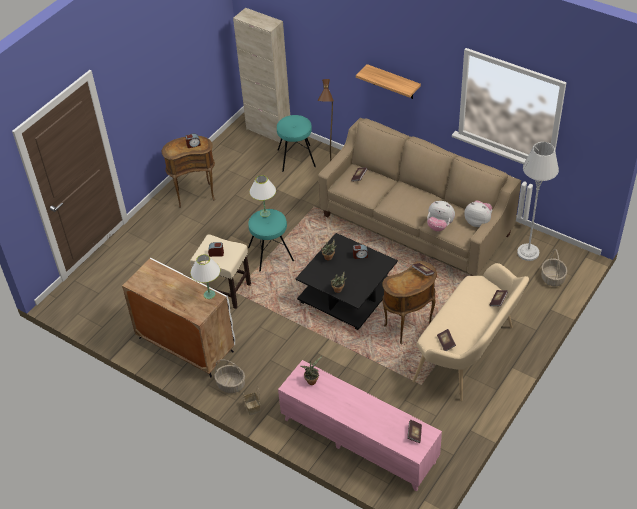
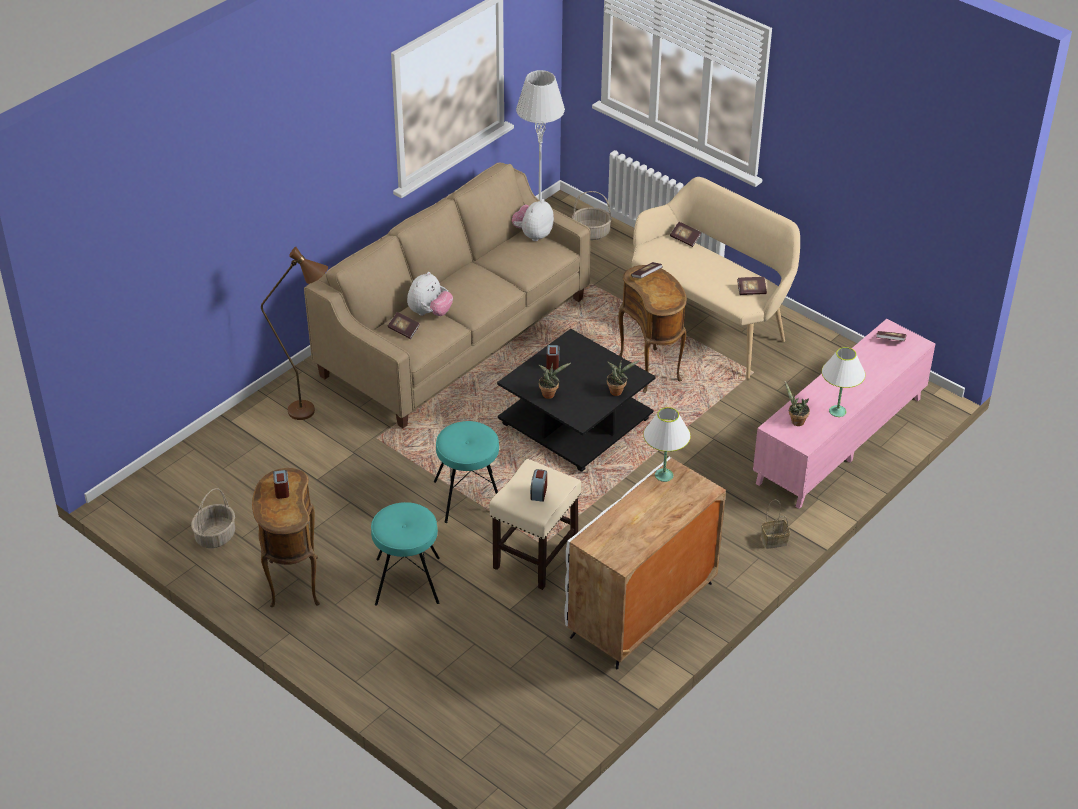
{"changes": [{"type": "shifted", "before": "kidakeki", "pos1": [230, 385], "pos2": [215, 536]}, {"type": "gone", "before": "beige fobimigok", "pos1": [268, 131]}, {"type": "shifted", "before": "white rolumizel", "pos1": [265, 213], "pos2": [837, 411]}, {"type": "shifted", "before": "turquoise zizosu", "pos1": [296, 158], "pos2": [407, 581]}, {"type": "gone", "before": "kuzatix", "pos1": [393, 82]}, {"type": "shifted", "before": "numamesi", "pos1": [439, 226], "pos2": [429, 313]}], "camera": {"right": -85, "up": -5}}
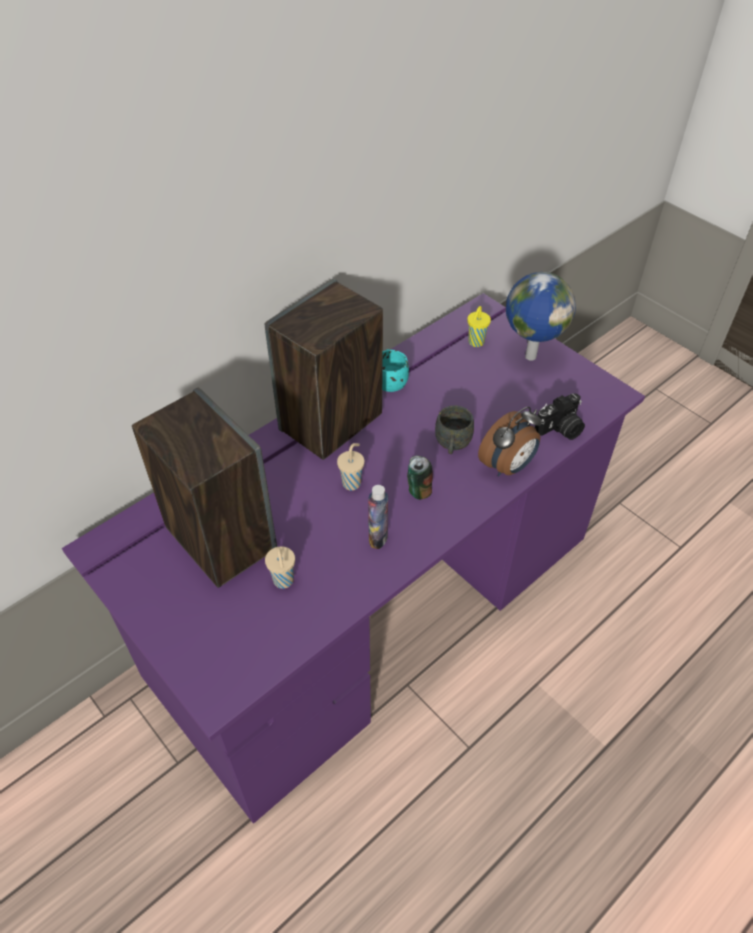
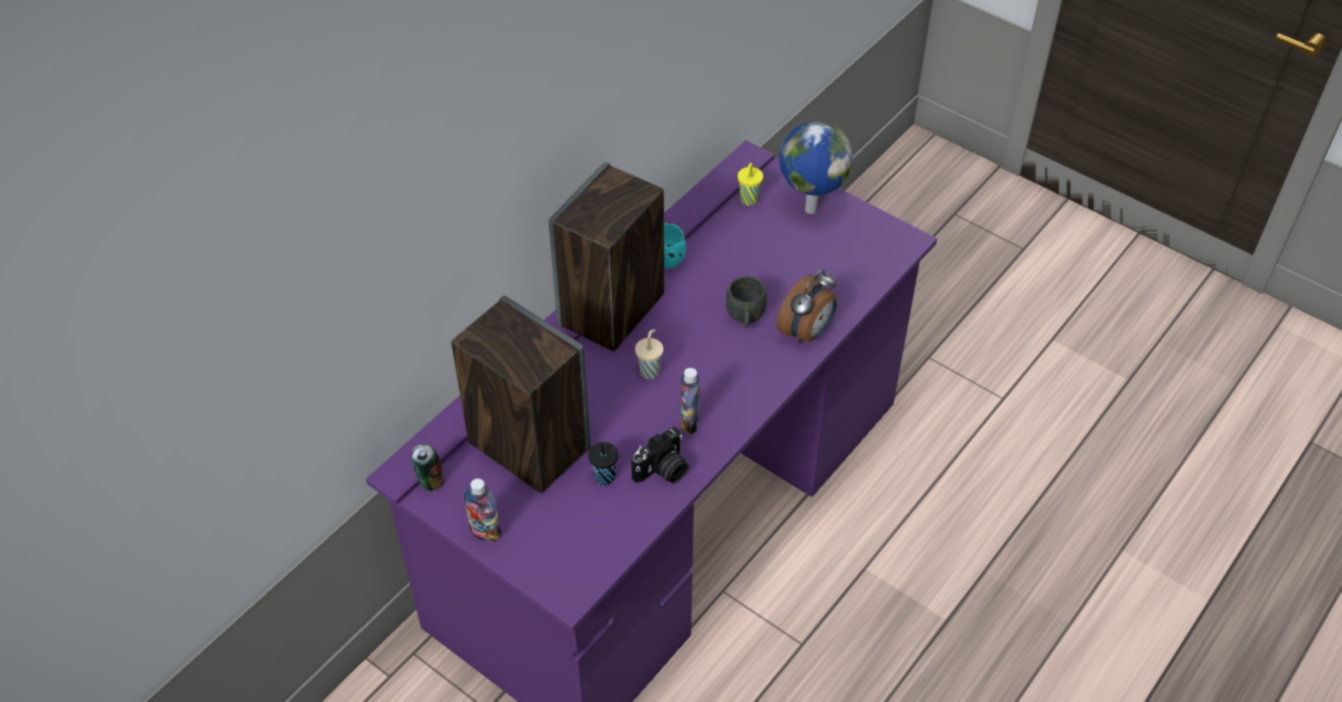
{"changes": [{"type": "repainted", "before": "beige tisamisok", "after": "black tisamisok", "pos1": [283, 581], "pos2": [605, 478]}, {"type": "shifted", "before": "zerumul", "pos1": [418, 491], "pos2": [430, 481]}, {"type": "shifted", "before": "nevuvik", "pos1": [560, 429], "pos2": [663, 470]}, {"type": "new", "after": "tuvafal", "pos2": [485, 532]}], "camera": {"right": -10, "up": 0}}
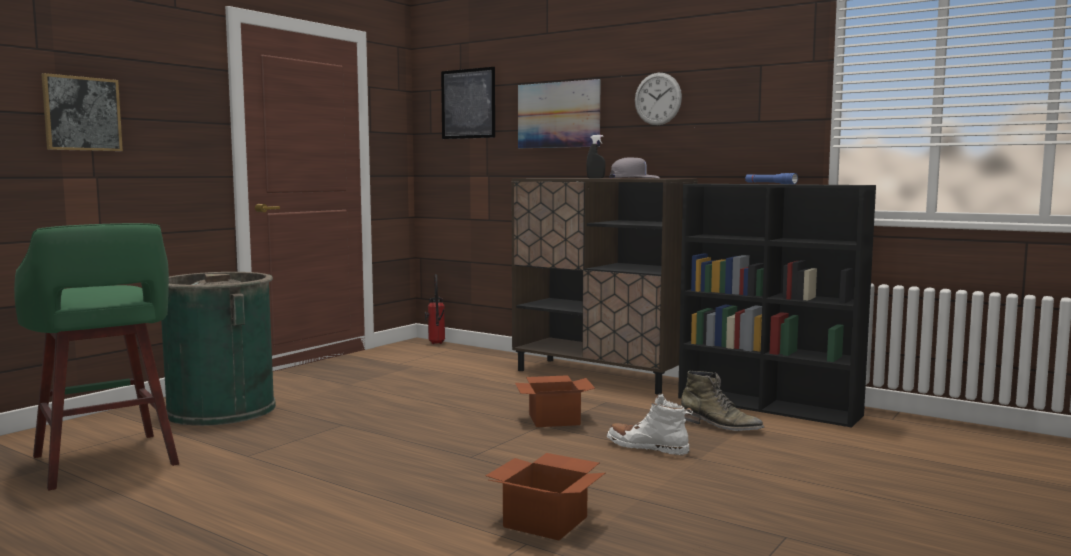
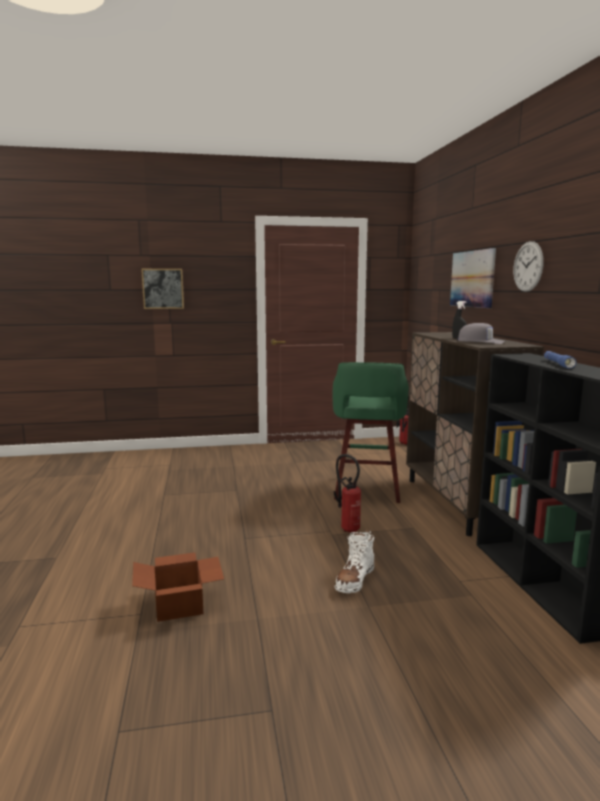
{"changes": [{"type": "shifted", "before": "green zizosu", "pos1": [105, 462], "pos2": [367, 490]}, {"type": "gone", "before": "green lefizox", "pos1": [221, 409]}, {"type": "gone", "before": "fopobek", "pos1": [468, 103]}, {"type": "swapped", "before": "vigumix", "after": "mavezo", "pos1": [555, 419], "pos2": [348, 529]}, {"type": "rotated", "before": "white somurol", "pos1": [648, 447], "pos2": [354, 579], "turn": -135}, {"type": "gone", "before": "green somurol", "pos1": [720, 426]}], "camera": {"right": 45, "up": 5}}
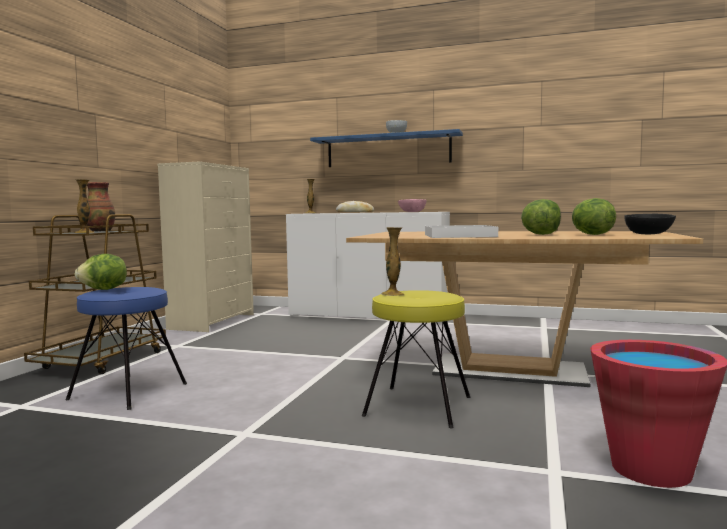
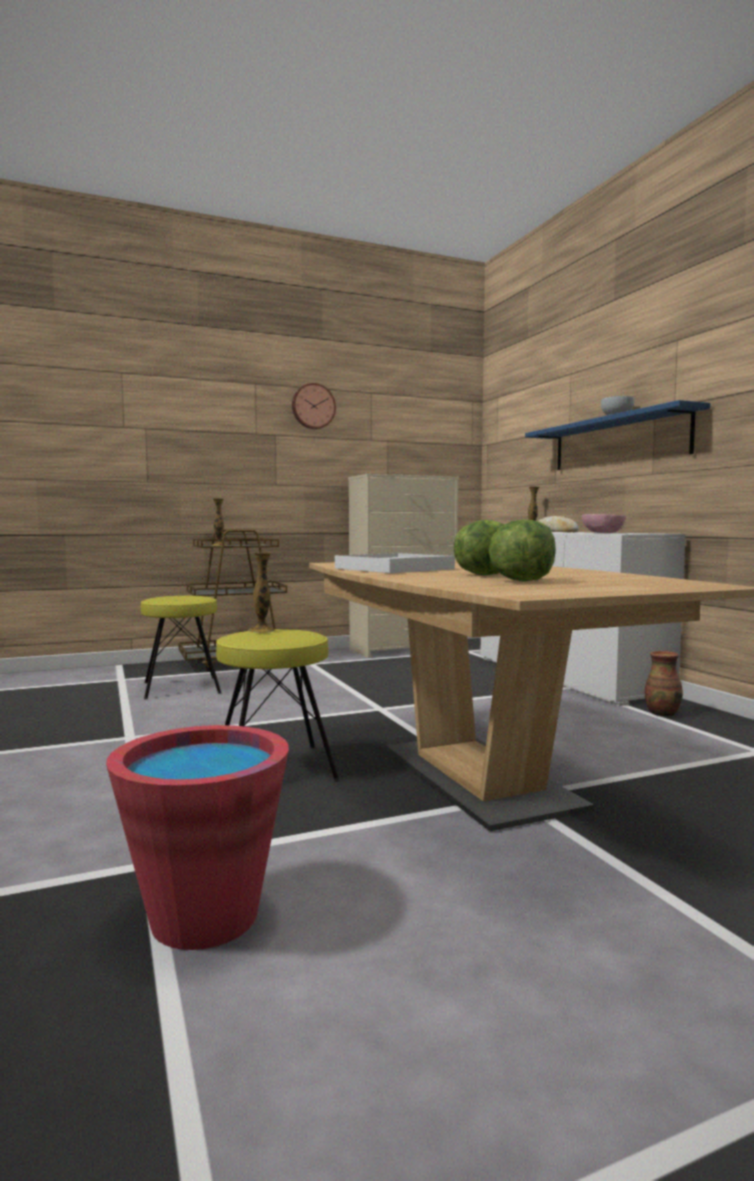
{"changes": [{"type": "repainted", "before": "blue zizosu", "after": "yellow zizosu", "pos1": [128, 391], "pos2": [182, 687]}, {"type": "gone", "before": "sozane", "pos1": [104, 290]}, {"type": "shifted", "before": "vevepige", "pos1": [101, 231], "pos2": [662, 713]}, {"type": "gone", "before": "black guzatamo", "pos1": [647, 234]}, {"type": "new", "after": "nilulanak", "pos2": [313, 406]}], "camera": {"right": 50, "up": 0}}
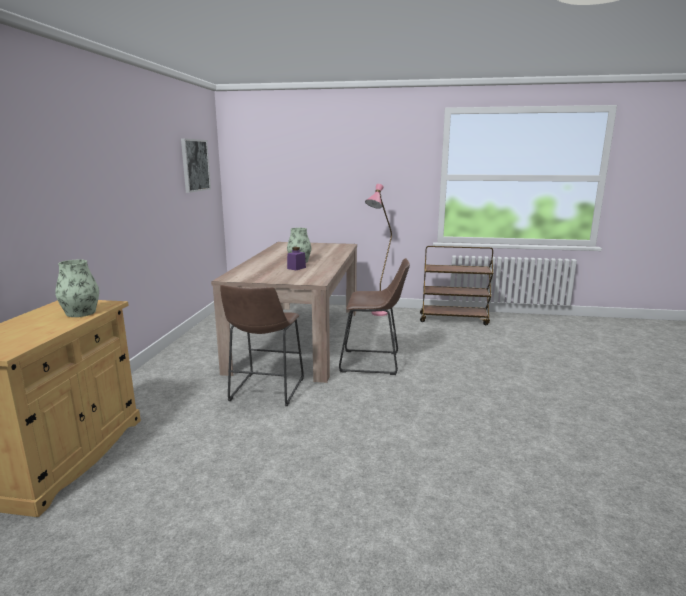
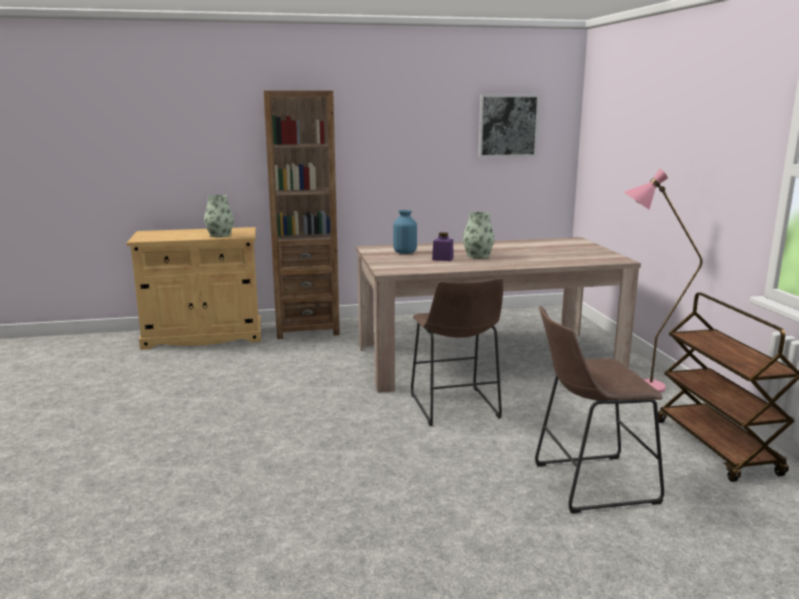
{"changes": [{"type": "shifted", "before": "brown zizosu", "pos1": [265, 391], "pos2": [587, 483]}, {"type": "new", "after": "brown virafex", "pos2": [306, 328]}, {"type": "new", "after": "blue vevepige", "pos2": [404, 253]}], "camera": {"right": 70, "up": 0}}
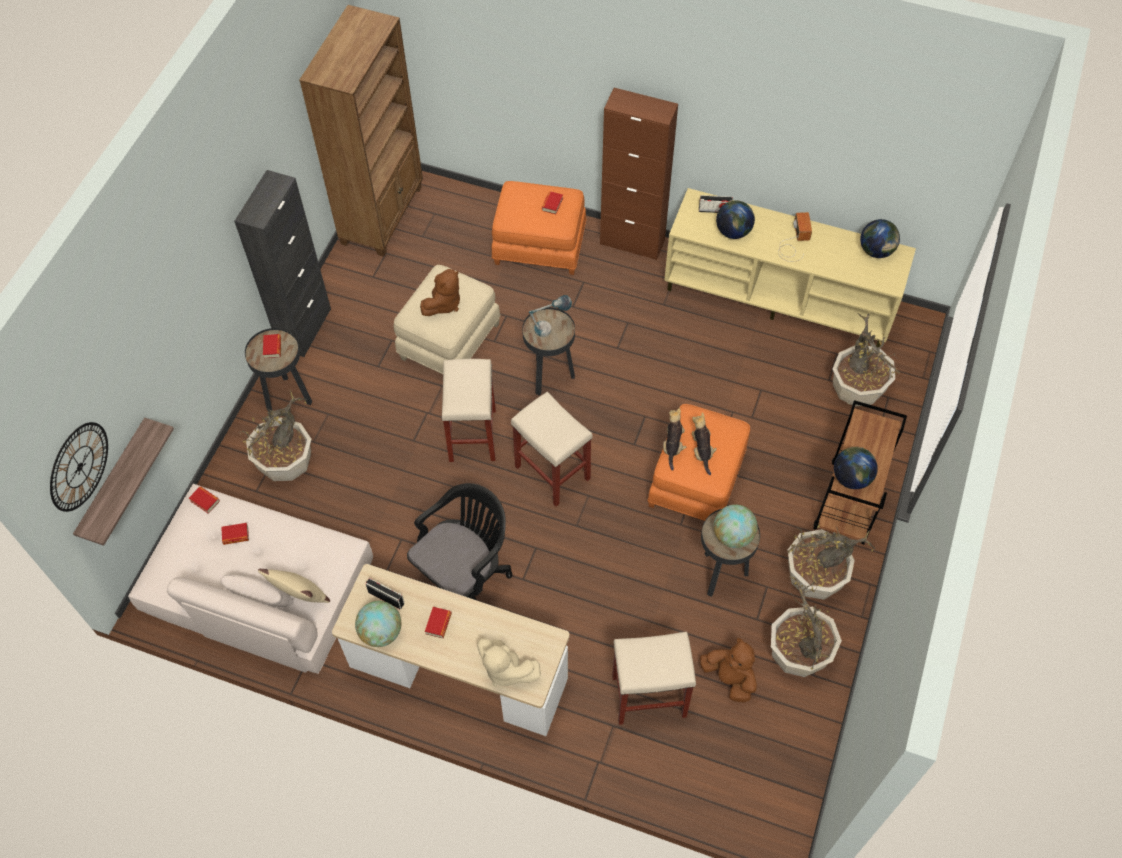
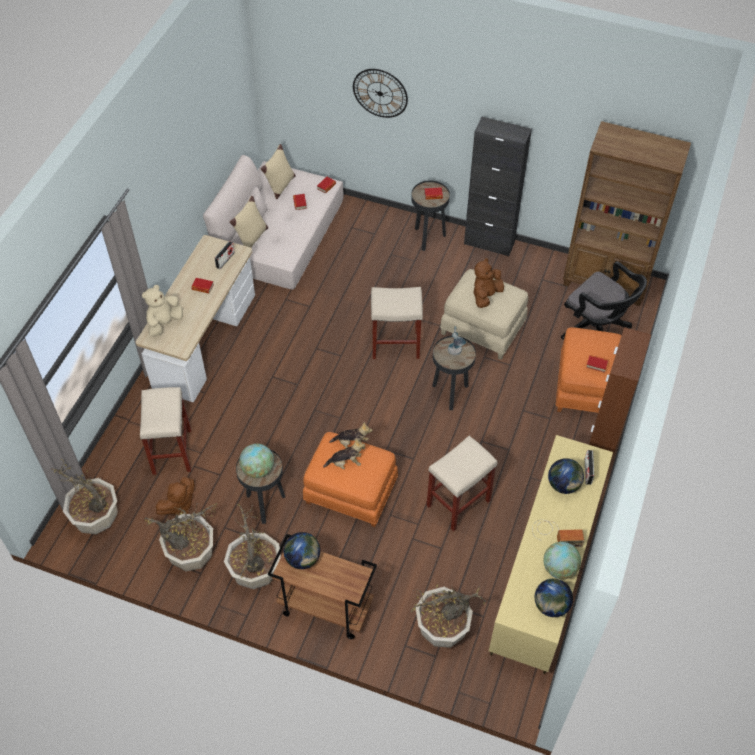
{"changes": [{"type": "shifted", "before": "nilulanak", "pos1": [79, 466], "pos2": [380, 93]}, {"type": "gone", "before": "kuzatix", "pos1": [114, 482]}, {"type": "shifted", "before": "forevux", "pos1": [286, 465], "pos2": [96, 518]}, {"type": "shifted", "before": "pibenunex", "pos1": [381, 632], "pos2": [559, 568]}, {"type": "shifted", "before": "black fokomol", "pos1": [464, 578], "pos2": [596, 329]}, {"type": "rotated", "before": "brown numamesi", "pos1": [444, 303], "pos2": [486, 295], "turn": 90}, {"type": "shifted", "before": "beige zizosu", "pos1": [553, 473], "pos2": [458, 504]}, {"type": "new", "after": "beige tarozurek", "pos2": [280, 186]}], "camera": {"right": 90, "up": -5}}
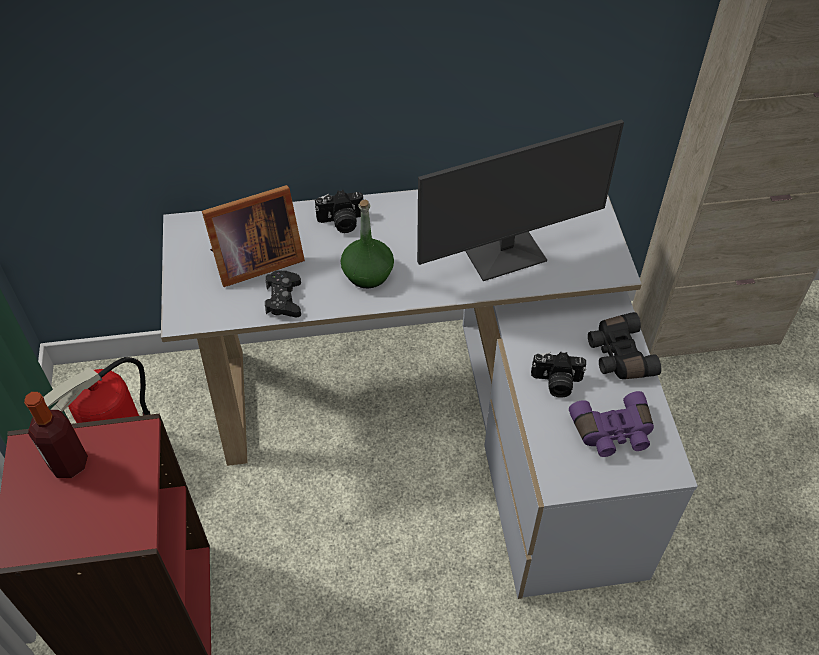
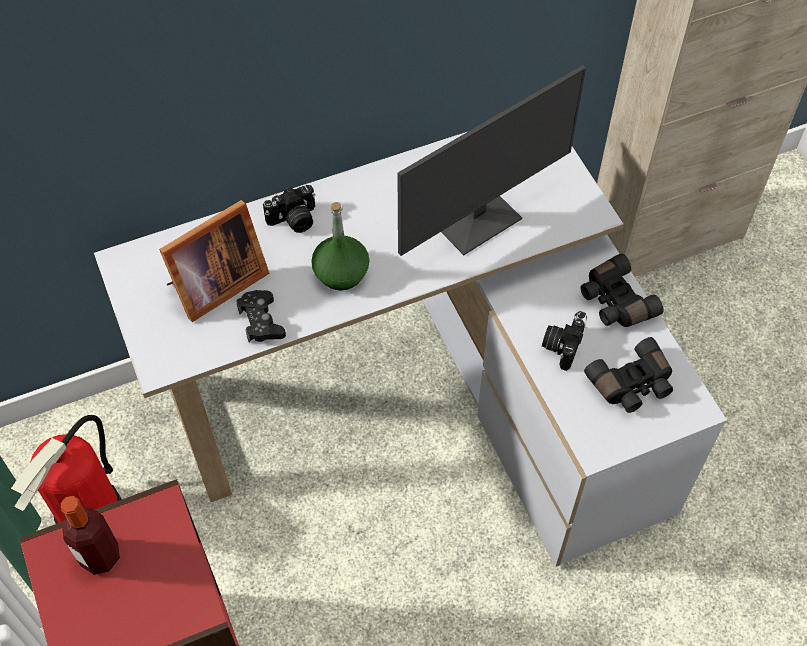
{"changes": [{"type": "rotated", "before": "nevuvik", "pos1": [556, 383], "pos2": [562, 345], "turn": 120}, {"type": "repainted", "before": "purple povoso", "after": "black povoso", "pos1": [613, 433], "pos2": [632, 385]}], "camera": {"right": -15, "up": 5}}
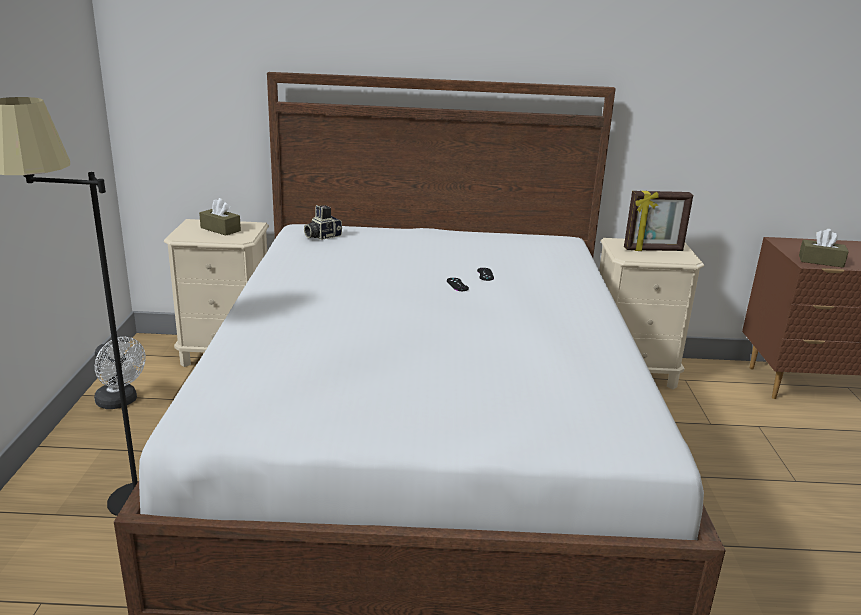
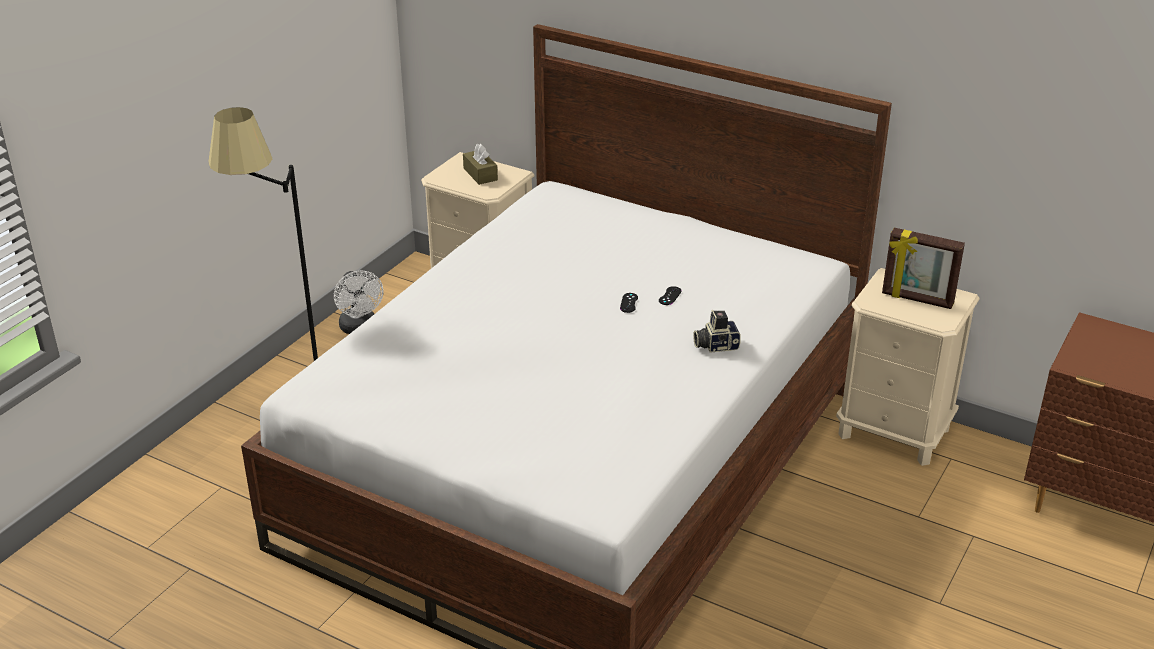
{"changes": [{"type": "shifted", "before": "nevuvik", "pos1": [322, 236], "pos2": [715, 345]}, {"type": "gone", "before": "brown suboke", "pos1": [821, 261]}], "camera": {"right": 30, "up": 10}}
